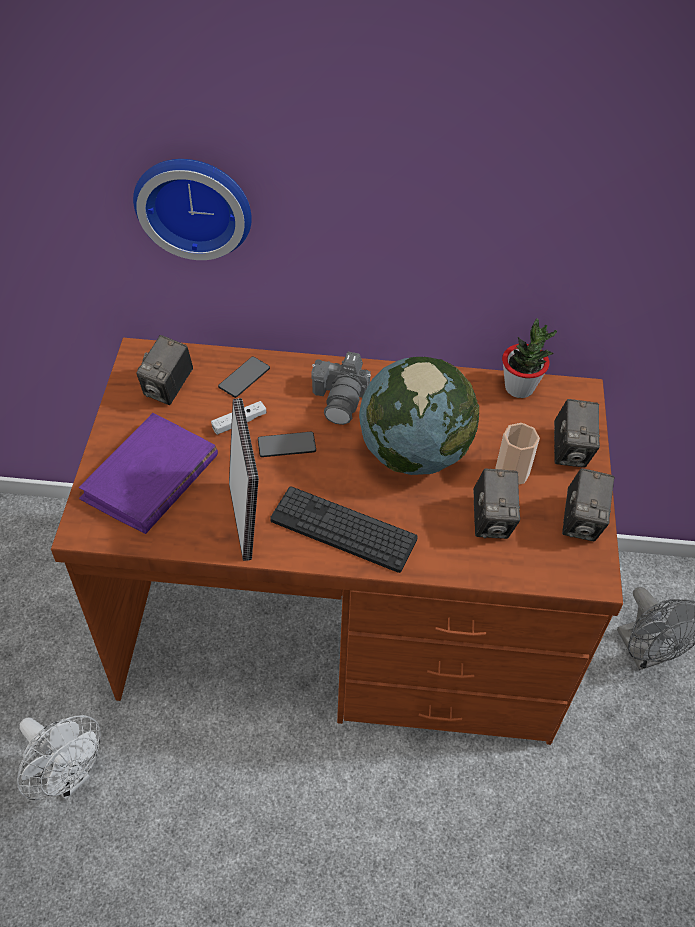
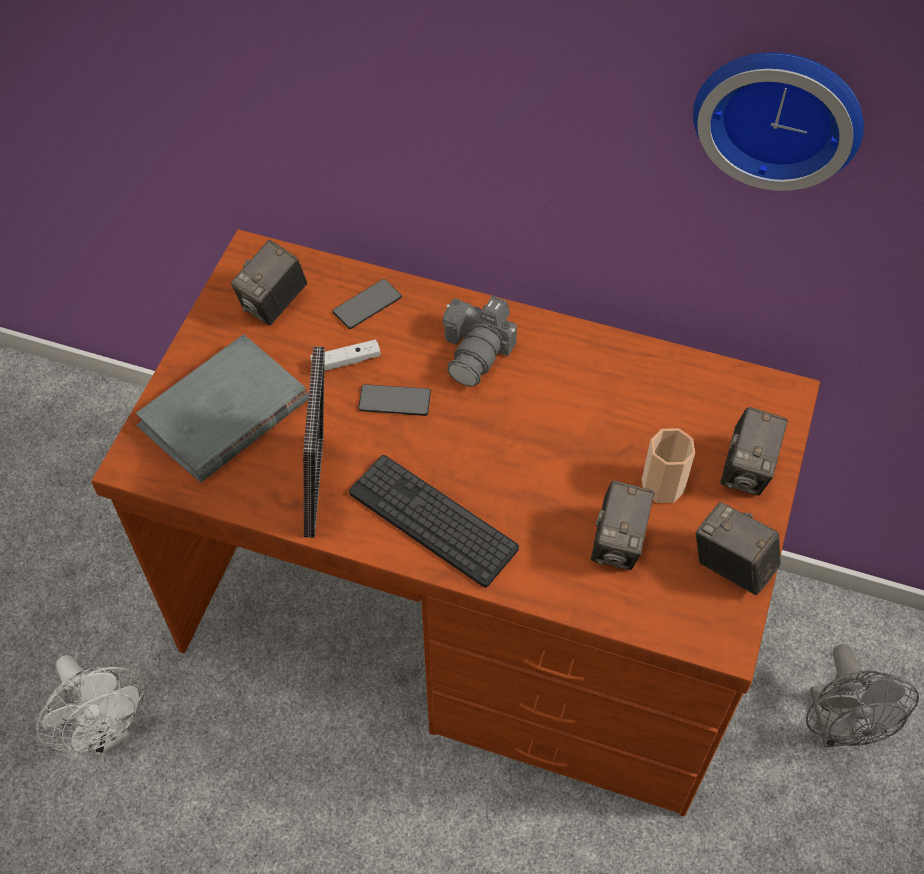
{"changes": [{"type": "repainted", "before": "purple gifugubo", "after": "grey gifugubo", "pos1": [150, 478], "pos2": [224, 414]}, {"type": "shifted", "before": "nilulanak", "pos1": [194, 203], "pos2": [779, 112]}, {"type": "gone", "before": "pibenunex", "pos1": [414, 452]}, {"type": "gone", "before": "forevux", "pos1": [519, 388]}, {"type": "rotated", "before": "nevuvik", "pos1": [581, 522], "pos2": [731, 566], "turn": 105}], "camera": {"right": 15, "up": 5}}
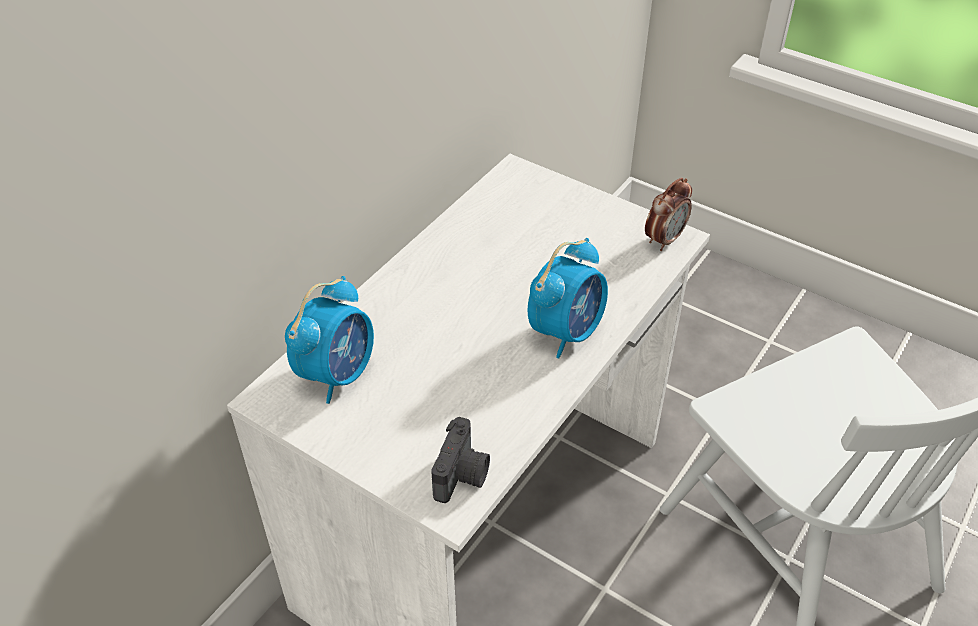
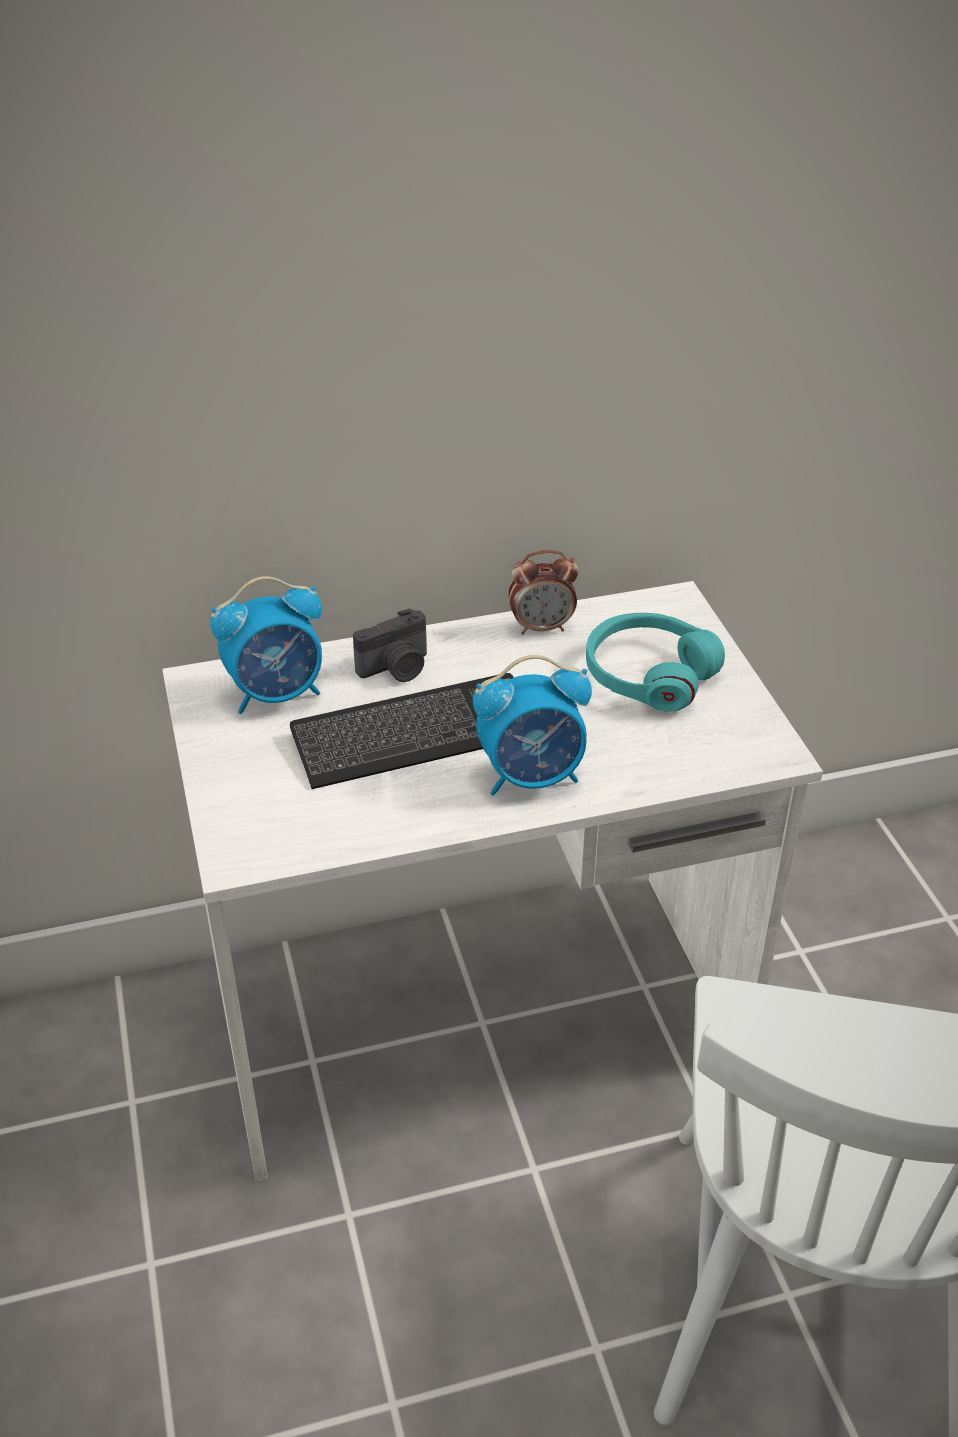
{"changes": [{"type": "shifted", "before": "nevuvik", "pos1": [463, 476], "pos2": [396, 669]}, {"type": "shifted", "before": "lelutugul", "pos1": [664, 239], "pos2": [542, 627]}, {"type": "new", "after": "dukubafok", "pos2": [415, 735]}, {"type": "new", "after": "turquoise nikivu", "pos2": [648, 675]}], "camera": {"right": 40, "up": -5}}
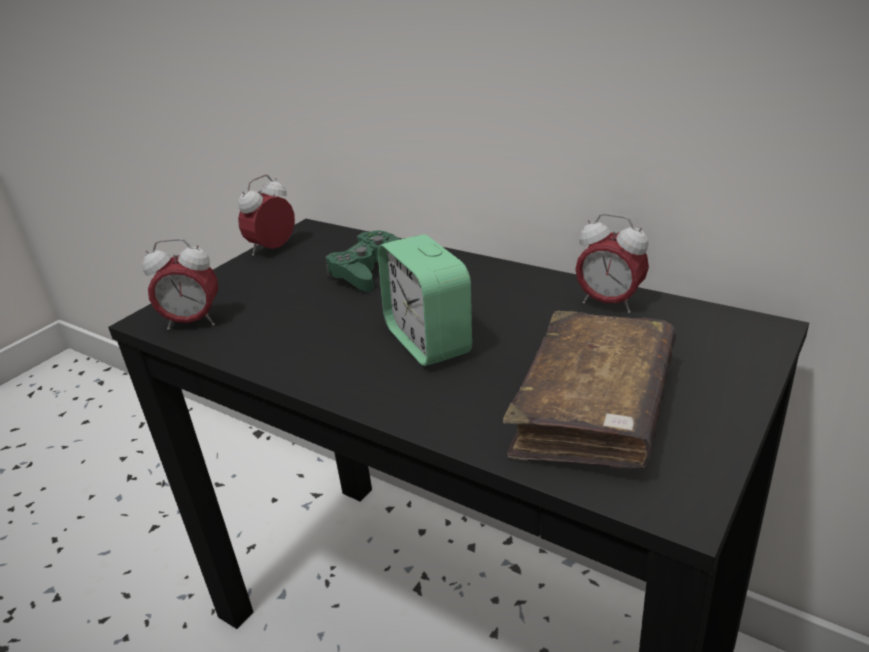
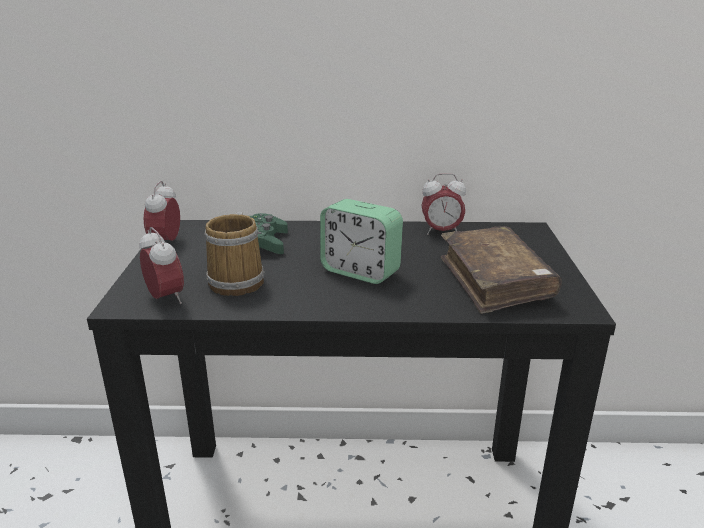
{"changes": [{"type": "rotated", "before": "lelutugul", "pos1": [193, 322], "pos2": [165, 299], "turn": -90}, {"type": "new", "after": "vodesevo", "pos2": [239, 280]}], "camera": {"right": -35, "up": -5}}
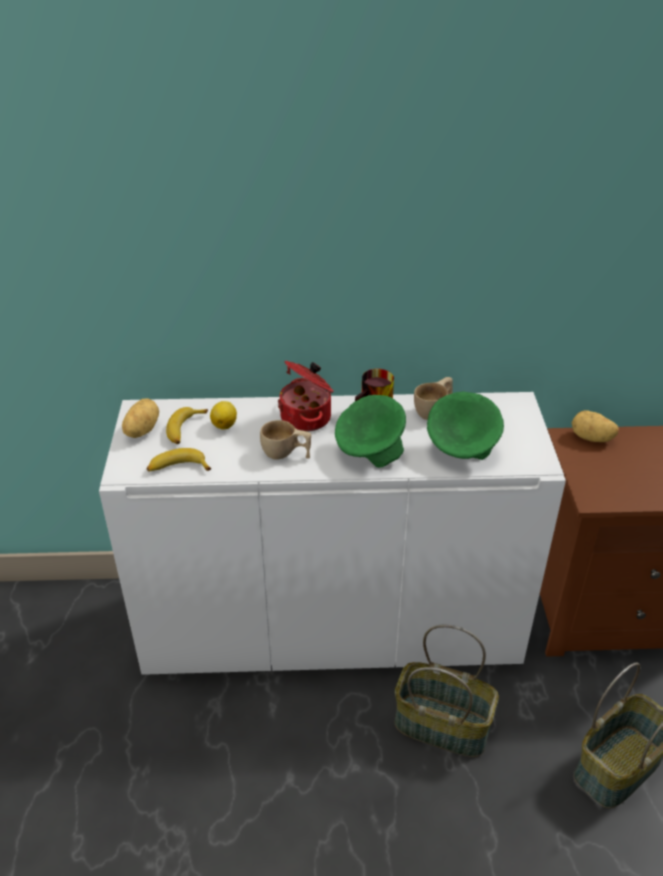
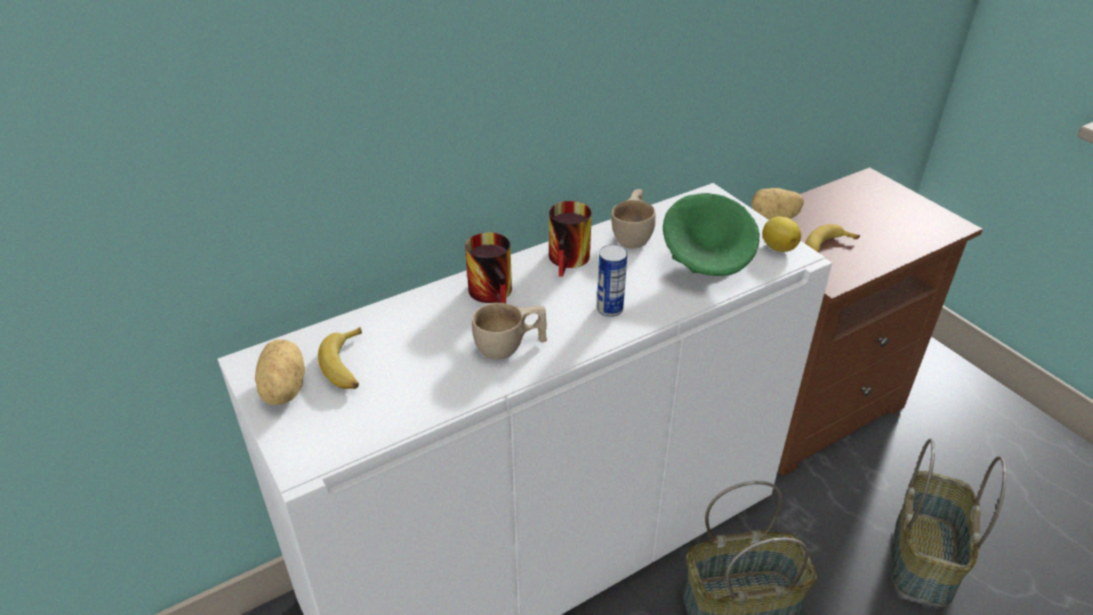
{"changes": [{"type": "shifted", "before": "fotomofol", "pos1": [178, 468], "pos2": [826, 247]}, {"type": "shifted", "before": "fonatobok", "pos1": [225, 425], "pos2": [777, 247]}, {"type": "swapped", "before": "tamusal", "after": "vodesevo", "pos1": [307, 417], "pos2": [496, 293]}, {"type": "swapped", "before": "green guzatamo", "after": "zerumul", "pos1": [370, 453], "pos2": [609, 309]}], "camera": {"right": -30, "up": 0}}
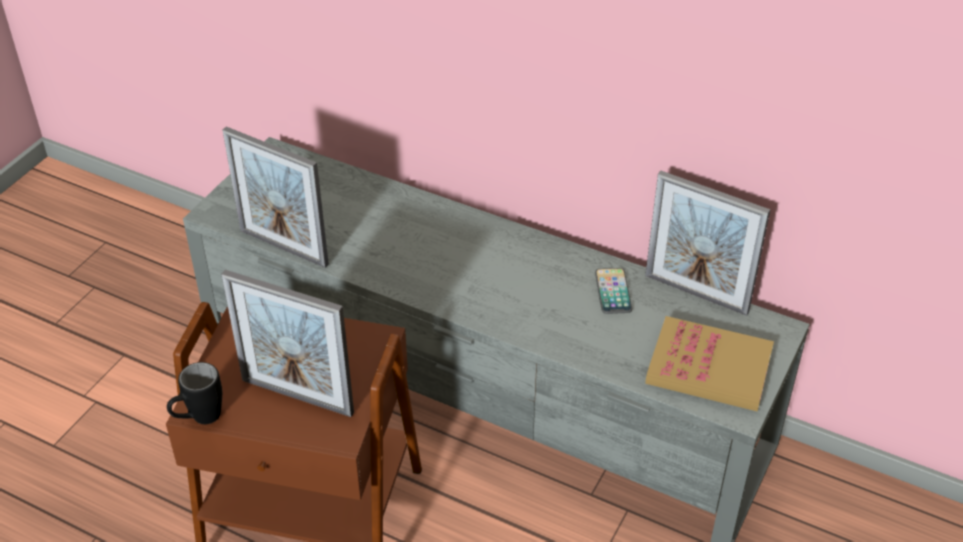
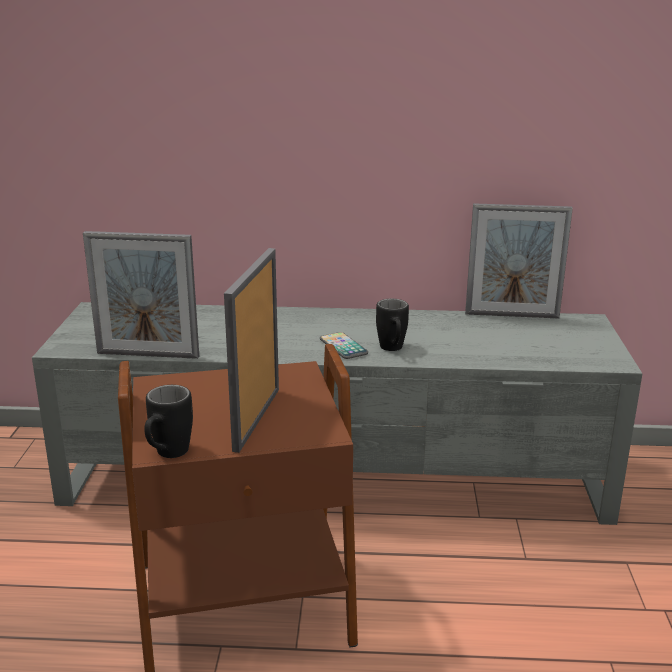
{"changes": [{"type": "rotated", "before": "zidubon", "pos1": [297, 396], "pos2": [256, 419], "turn": 105}, {"type": "shifted", "before": "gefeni", "pos1": [613, 292], "pos2": [343, 347]}, {"type": "gone", "before": "gifugubo", "pos1": [709, 367]}, {"type": "new", "after": "black vodesevo", "pos2": [392, 350]}], "camera": {"right": -25, "up": -20}}
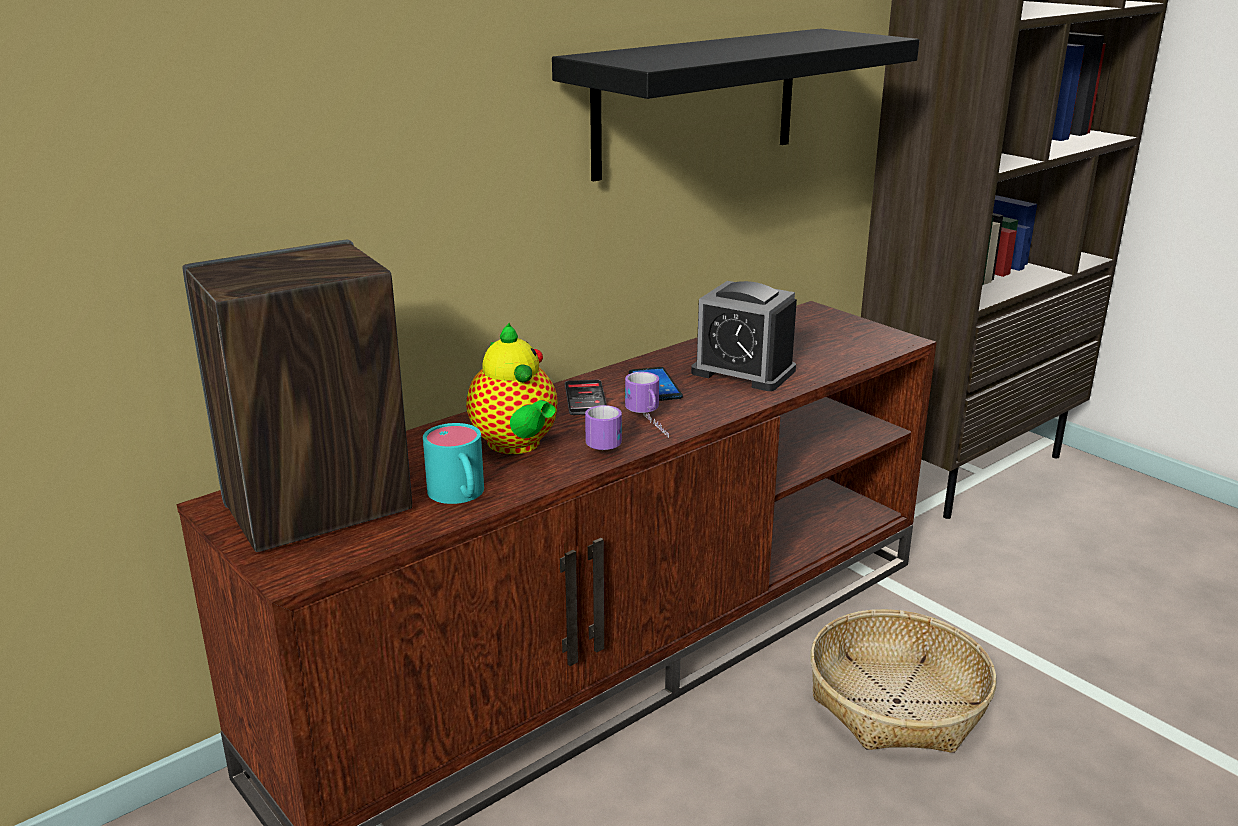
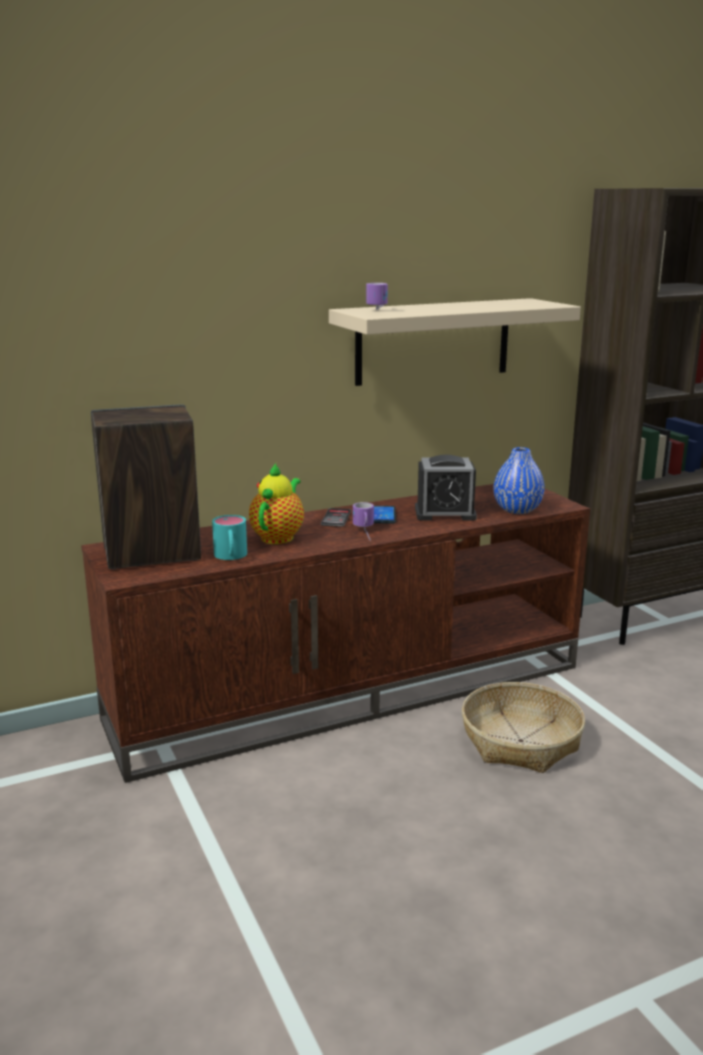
{"changes": [{"type": "rotated", "before": "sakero", "pos1": [516, 445], "pos2": [279, 536], "turn": -150}, {"type": "repainted", "before": "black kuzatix", "after": "beige kuzatix", "pos1": [697, 102], "pos2": [433, 341]}, {"type": "shifted", "before": "vodesevo", "pos1": [603, 443], "pos2": [379, 309]}, {"type": "rotated", "before": "lelutugul", "pos1": [743, 371], "pos2": [445, 513], "turn": -45}, {"type": "new", "after": "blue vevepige", "pos2": [517, 510]}], "camera": {"right": 15, "up": -5}}
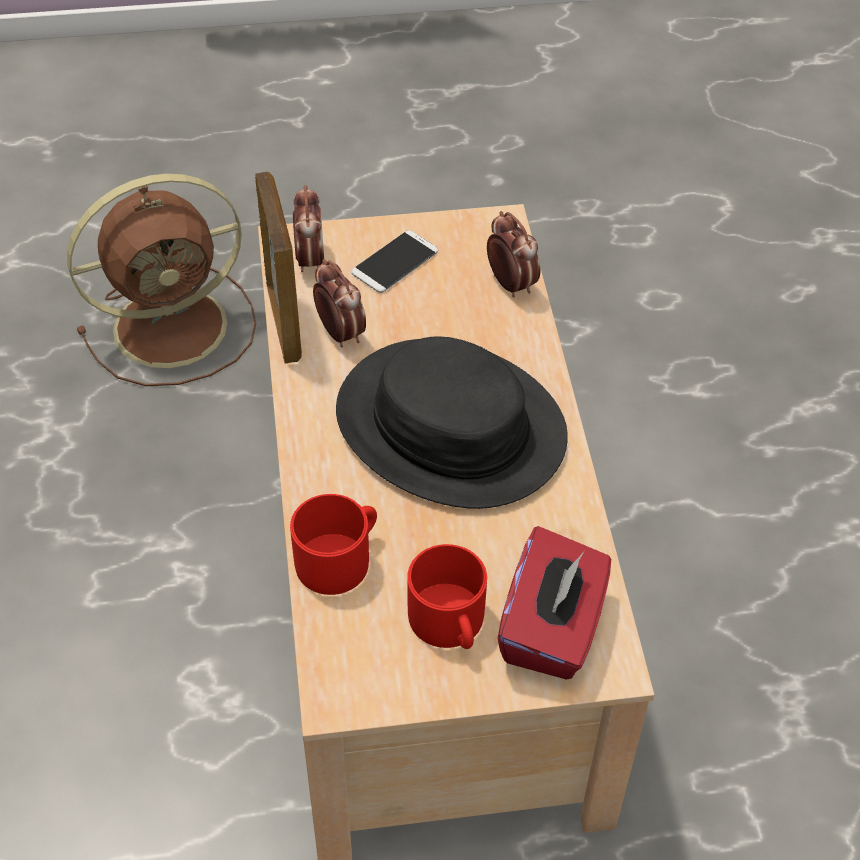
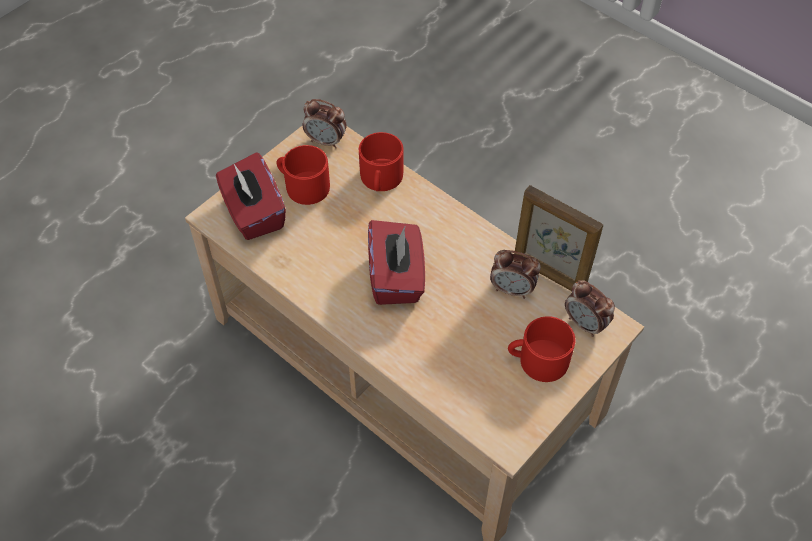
{"changes": [{"type": "gone", "before": "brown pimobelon", "pos1": [175, 325]}, {"type": "swapped", "before": "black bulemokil", "after": "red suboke", "pos1": [450, 426], "pos2": [396, 277]}, {"type": "swapped", "before": "gefeni", "after": "red vodesevo", "pos1": [395, 262], "pos2": [537, 360]}, {"type": "shifted", "before": "lelutugul", "pos1": [511, 284], "pos2": [326, 141]}], "camera": {"right": 140, "up": 5}}
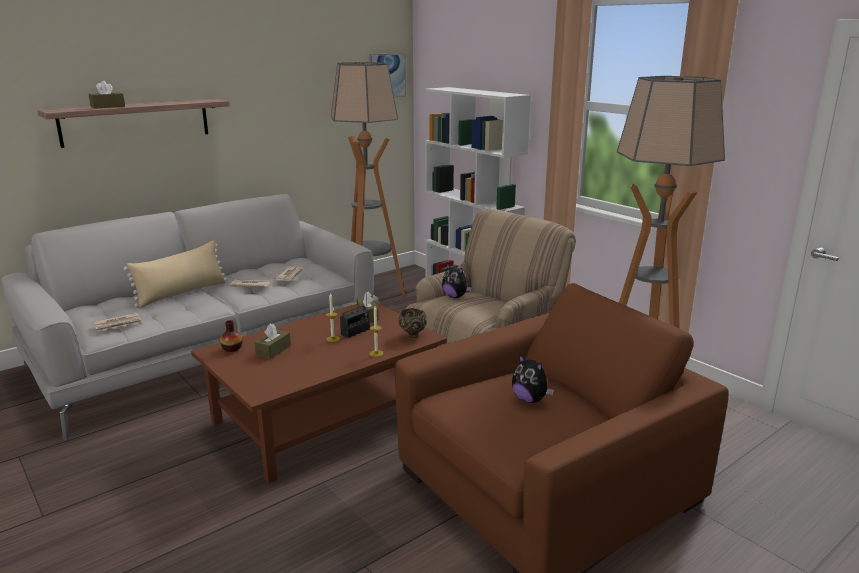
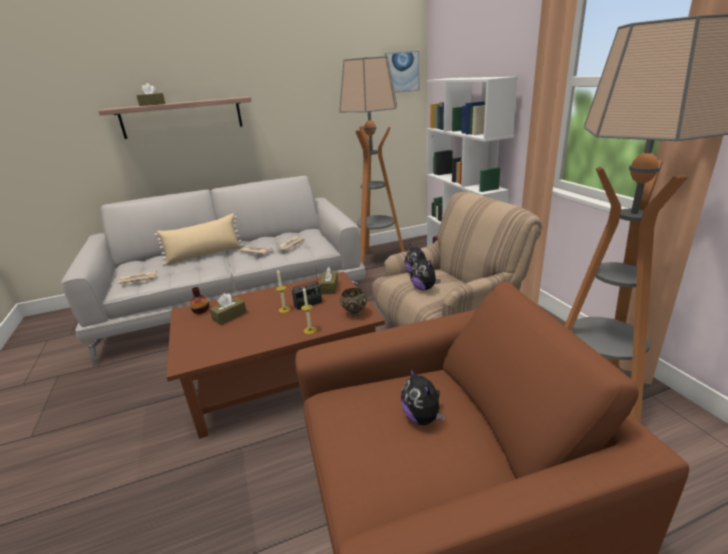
{"changes": [{"type": "new", "after": "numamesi", "pos2": [424, 288]}], "camera": {"right": 20, "up": 5}}
